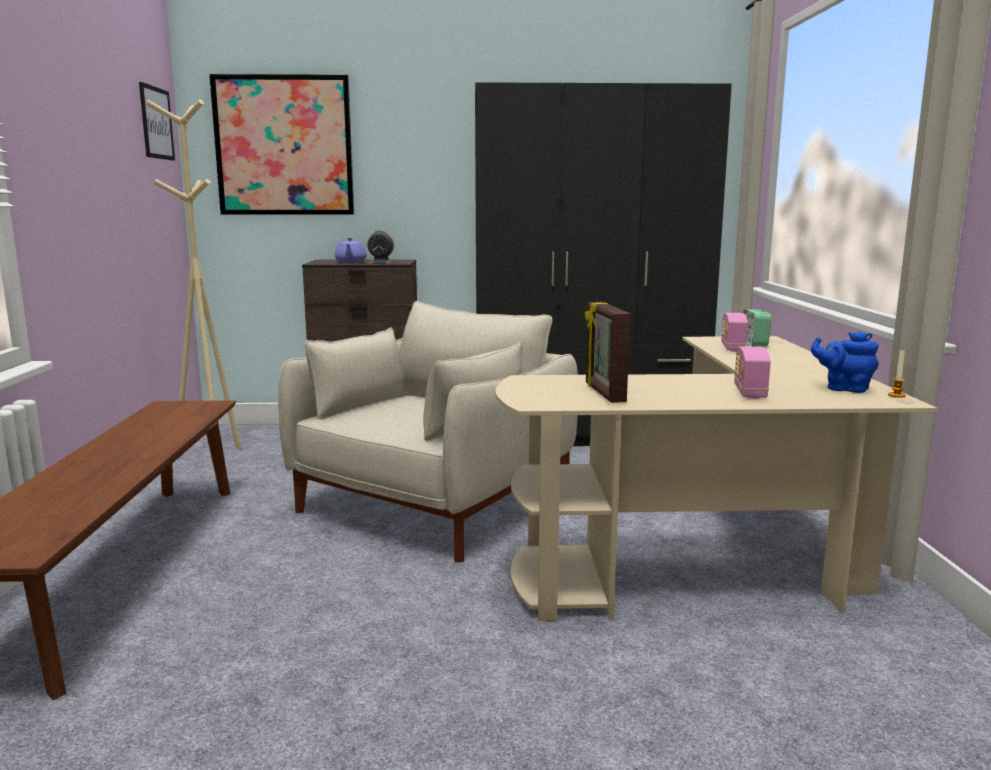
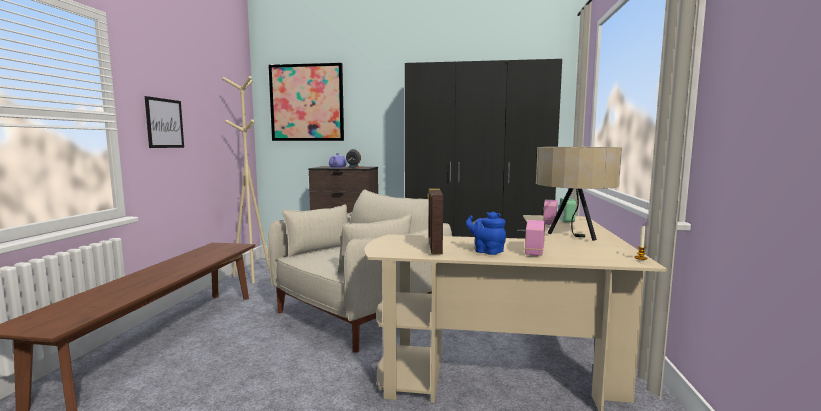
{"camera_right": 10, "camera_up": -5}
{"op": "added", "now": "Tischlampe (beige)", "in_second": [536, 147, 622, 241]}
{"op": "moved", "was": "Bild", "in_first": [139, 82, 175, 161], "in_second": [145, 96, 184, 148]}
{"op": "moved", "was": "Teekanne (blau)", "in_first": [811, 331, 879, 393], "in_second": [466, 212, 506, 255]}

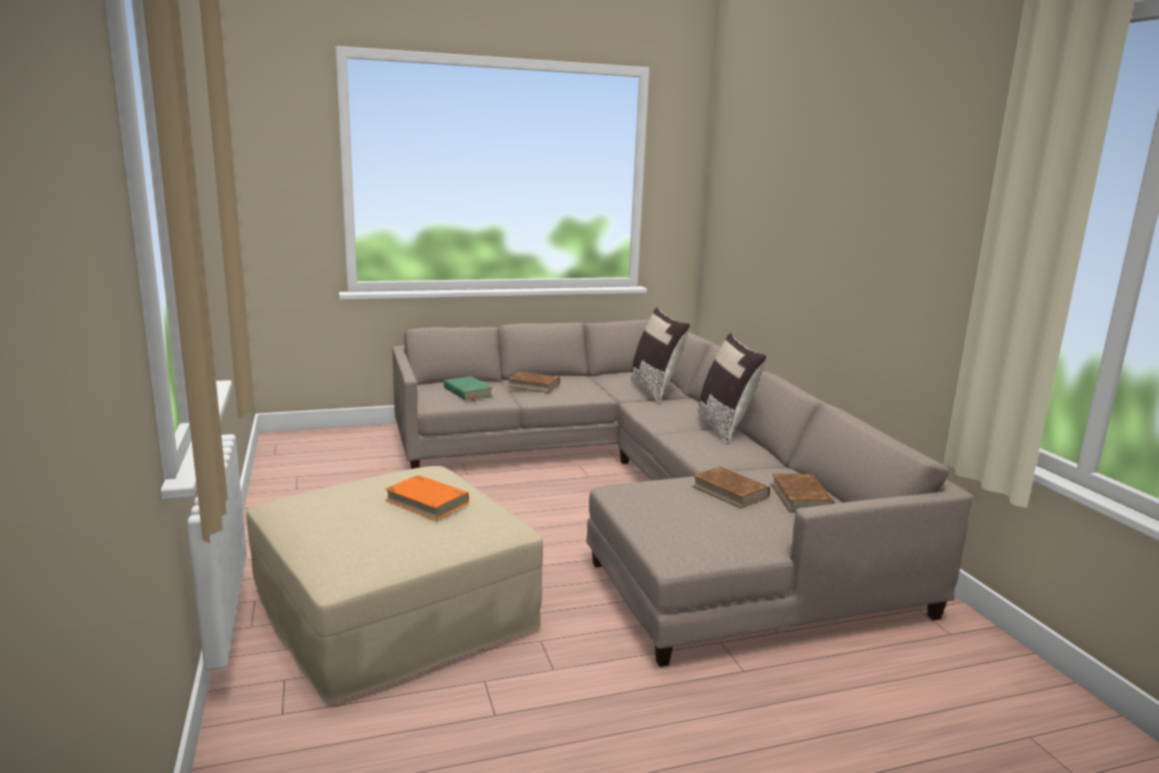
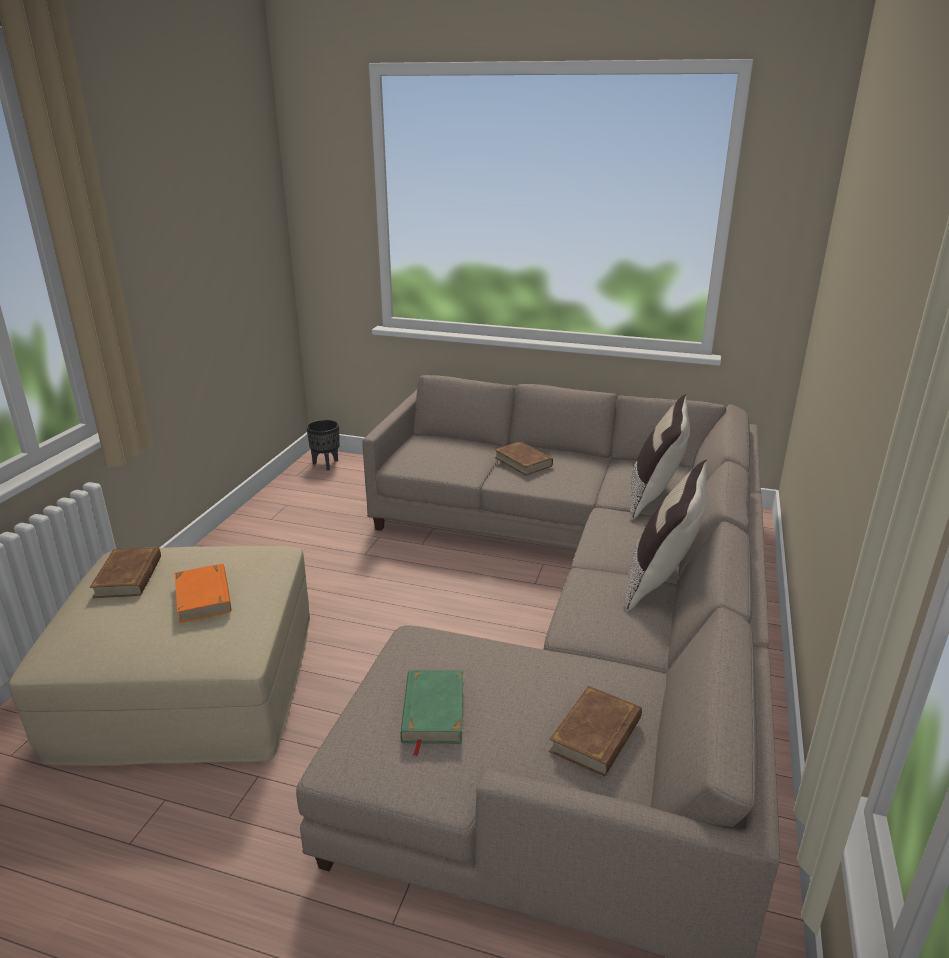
{"camera_right": 35, "camera_up": 10}
{"op": "added", "now": "Pflanzkübel (schwarz)", "in_second": [306, 420, 340, 470]}
{"op": "moved", "was": "Buch (grün)", "in_first": [444, 376, 493, 402], "in_second": [400, 670, 463, 756]}
{"op": "moved", "was": "Buch (braun)", "in_first": [692, 466, 770, 508], "in_second": [90, 547, 161, 598]}

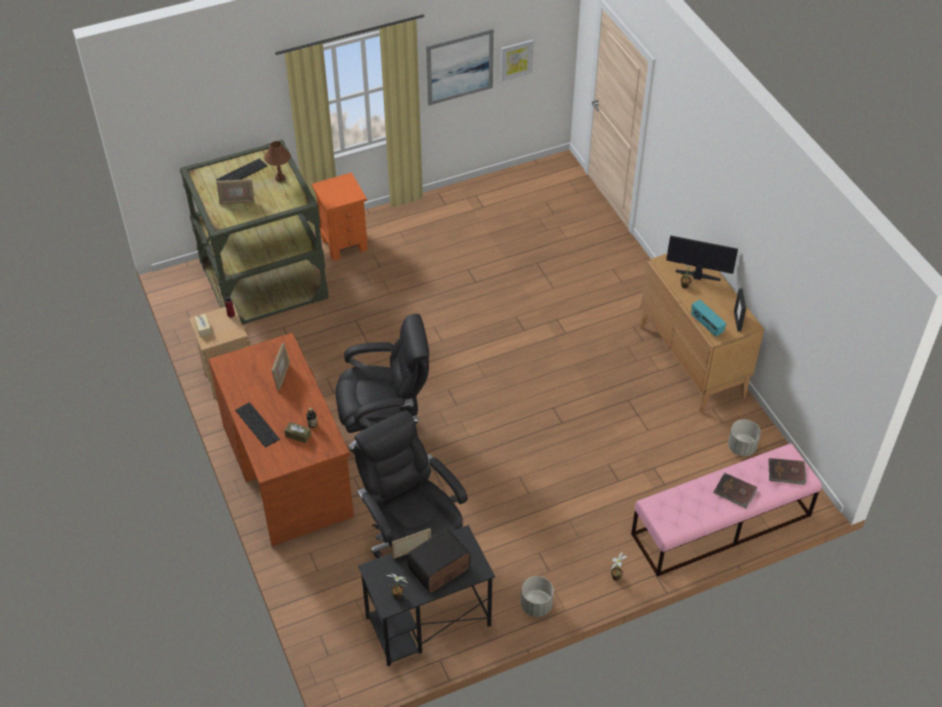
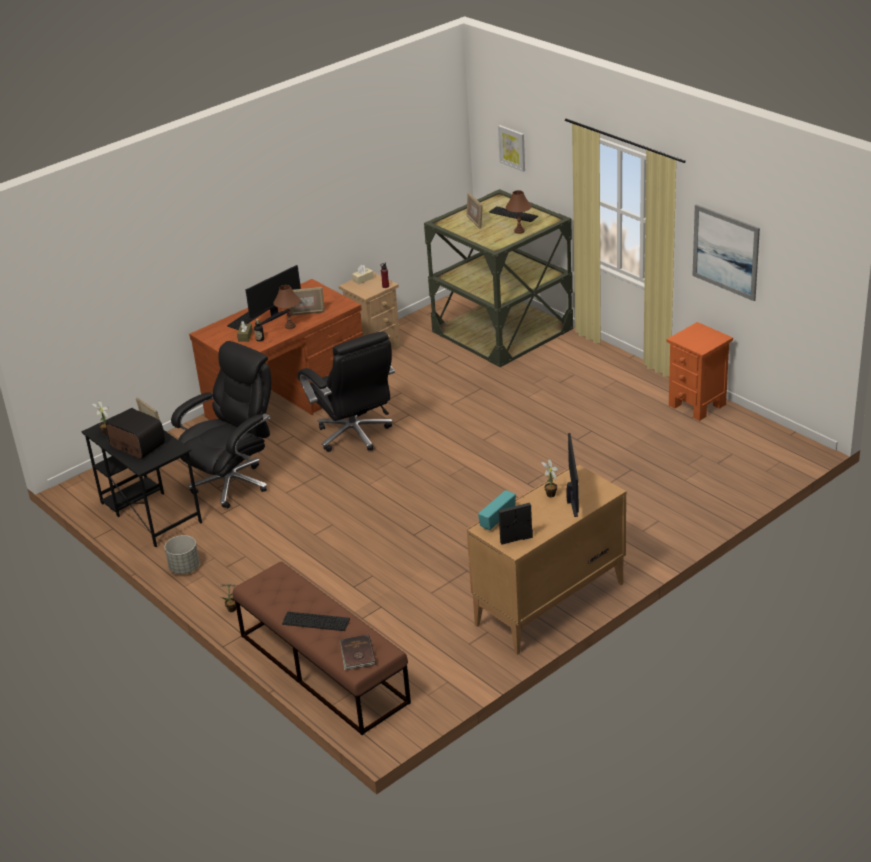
{"camera_right": 75, "camera_up": -15}
{"op": "removed", "was": "Pflanzkübel (grau)", "in_first": [728, 419, 761, 456]}
{"op": "added", "now": "Monitor", "in_second": [246, 265, 301, 325]}
{"op": "added", "now": "Tischlampe (braun)", "in_second": [274, 285, 300, 329]}
{"op": "moved", "was": "Nachttisch (orange)", "in_first": [312, 172, 368, 261], "in_second": [667, 322, 733, 421]}
{"op": "moved", "was": "Bild", "in_first": [501, 40, 533, 81], "in_second": [498, 125, 525, 172]}
{"op": "replaced", "was": "Buch (braun)", "now": "Tastatur", "in_first": [714, 473, 757, 508], "in_second": [282, 612, 350, 631]}
{"op": "recoloured", "was": "Bank (rosa)", "now": "Bank (braun)", "in_first": [631, 444, 821, 577], "in_second": [233, 562, 411, 735]}

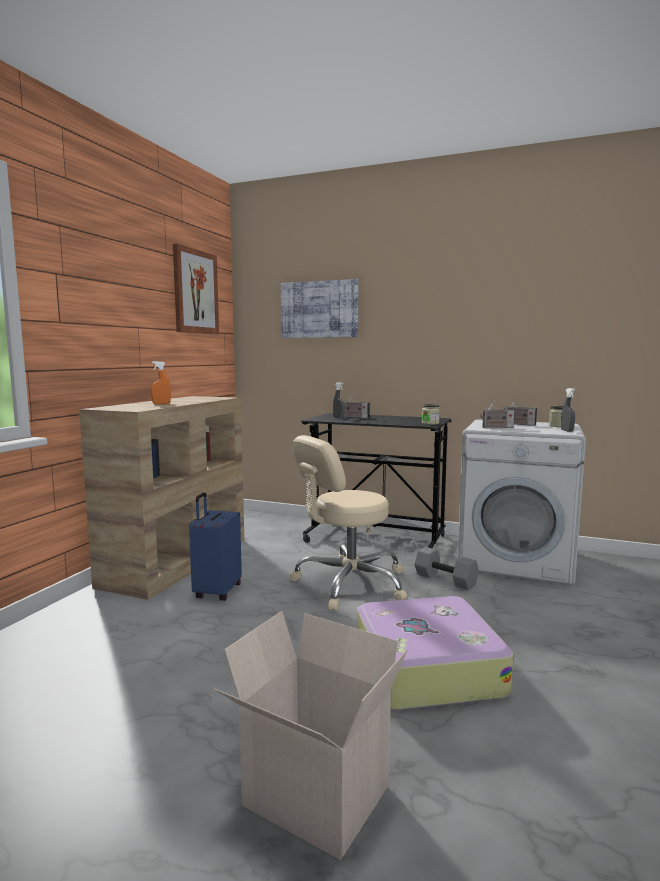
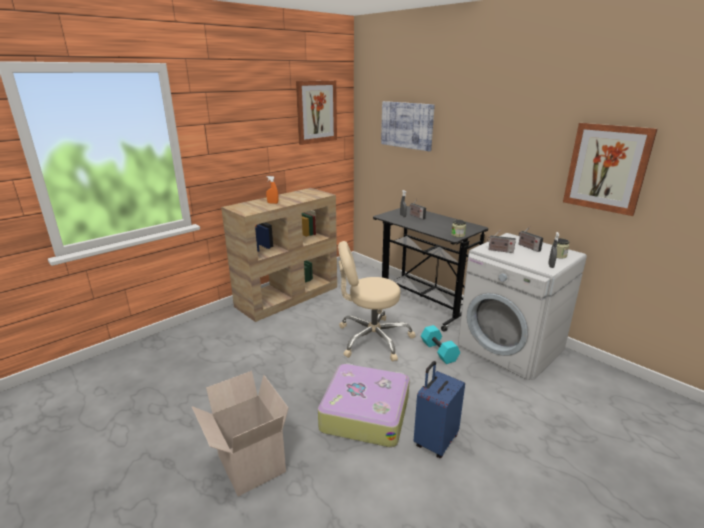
{"camera_right": 25, "camera_up": 15}
{"op": "added", "now": "Bild", "in_second": [563, 123, 658, 216]}
{"op": "moved", "was": "Koffer (blau)", "in_first": [189, 492, 242, 601], "in_second": [414, 361, 465, 458]}
{"op": "recoloured", "was": "Hantel (grau)", "now": "Hantel (türkis)", "in_first": [414, 547, 479, 590], "in_second": [421, 325, 460, 364]}

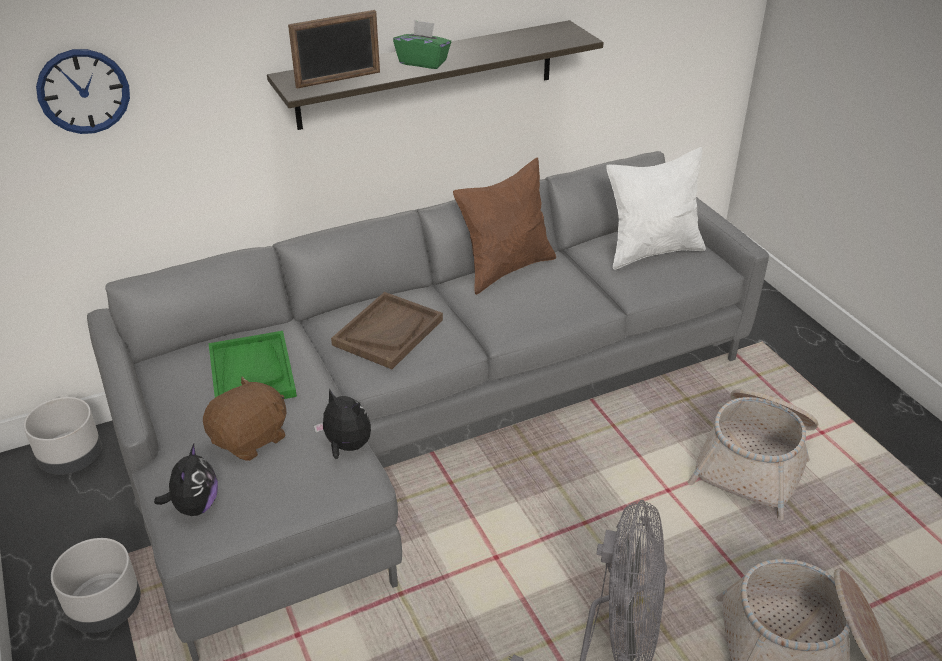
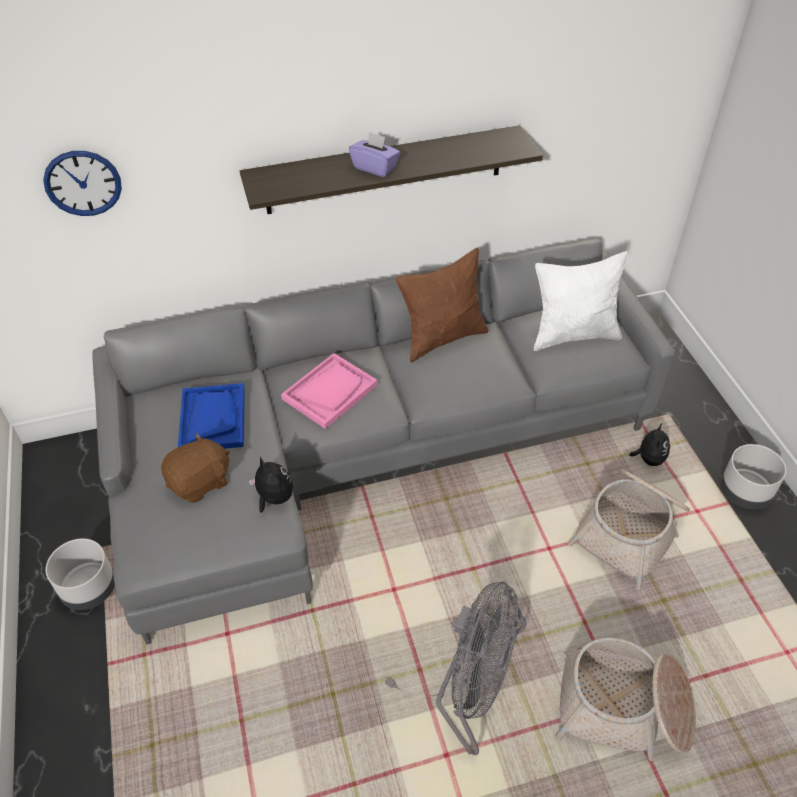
{"camera_right": 10, "camera_up": 10}
{"op": "removed", "was": "Bilderrahmen", "in_first": [288, 10, 380, 89]}
{"op": "moved", "was": "Pflanzkübel (grau)", "in_first": [24, 397, 102, 474], "in_second": [721, 444, 787, 509]}
{"op": "moved", "was": "Plüschtier", "in_first": [154, 444, 218, 516], "in_second": [630, 424, 670, 466]}
{"op": "recoloured", "was": "Tablett (grün)", "now": "Tablett (blau)", "in_first": [209, 331, 297, 399], "in_second": [178, 383, 245, 449]}
{"op": "recoloured", "was": "Tablett (braun)", "now": "Tablett (rosa)", "in_first": [331, 292, 443, 369], "in_second": [281, 353, 378, 429]}
{"op": "recoloured", "was": "Taschentuchbox (grün)", "now": "Taschentuchbox (lila)", "in_first": [393, 20, 451, 69], "in_second": [349, 131, 400, 177]}

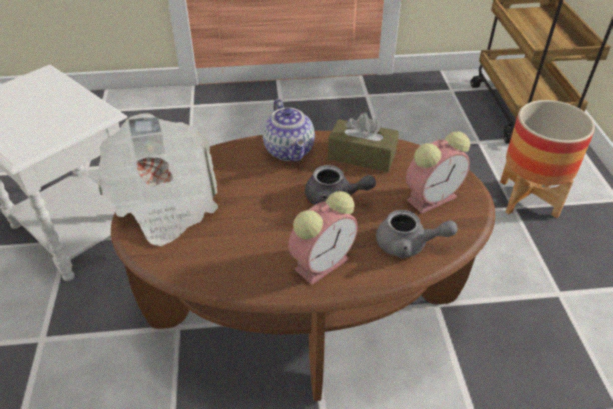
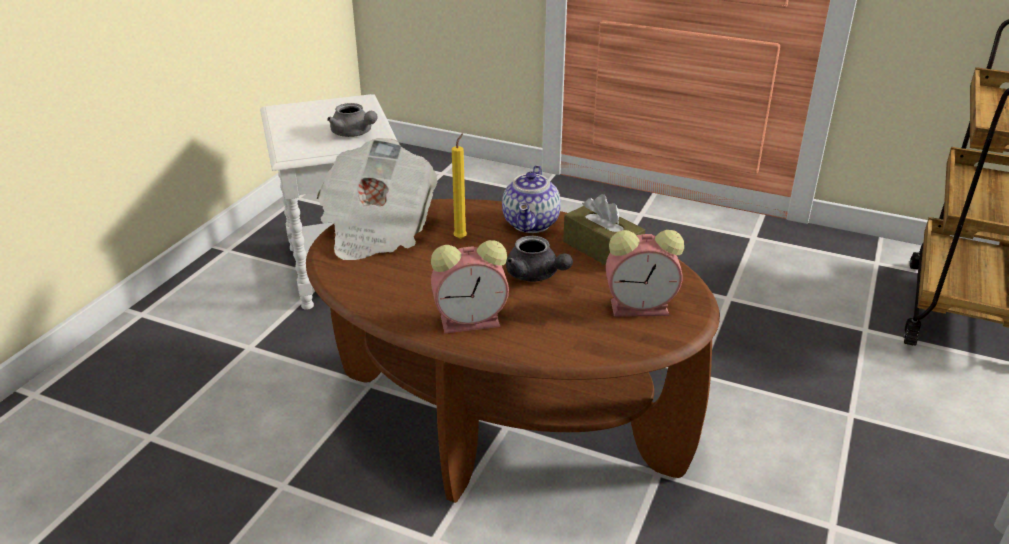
{"camera_right": 30, "camera_up": -10}
{"op": "removed", "was": "Pflanzkübel", "in_first": [500, 100, 595, 218]}
{"op": "added", "now": "Kerze (gelb)", "in_second": [452, 133, 467, 239]}
{"op": "moved", "was": "Teekanne (grau)", "in_first": [376, 210, 458, 258], "in_second": [327, 103, 378, 137]}

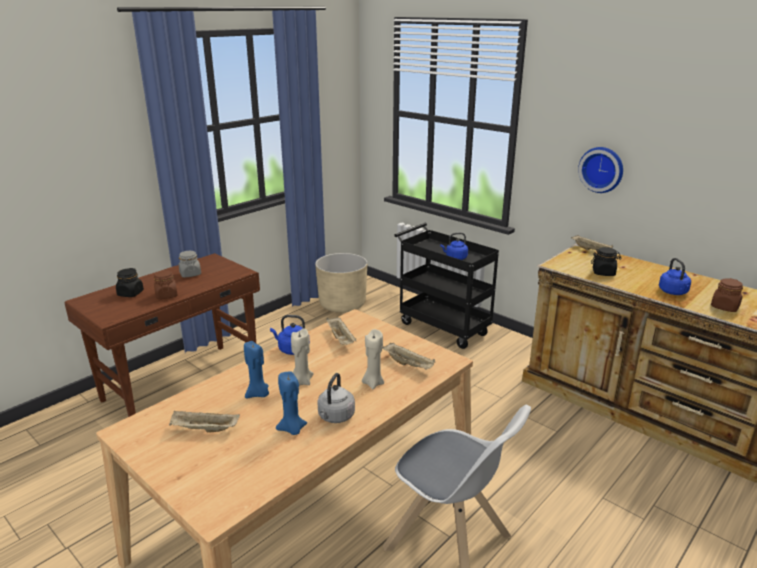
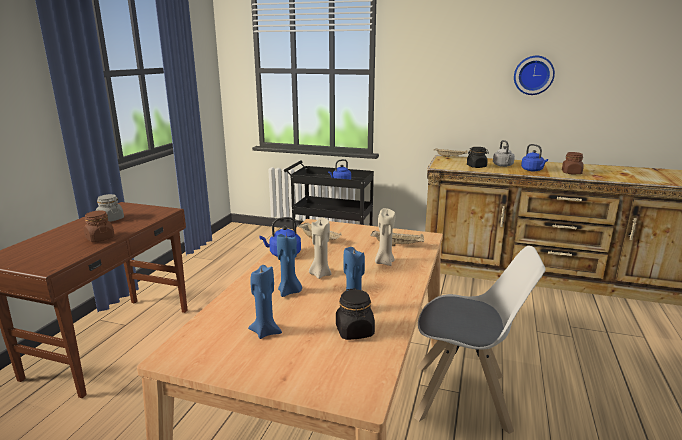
{"camera_right": -25, "camera_up": -5}
{"op": "removed", "was": "Pflanzkübel (beige)", "in_first": [315, 253, 367, 313]}
{"op": "moved", "was": "Vorratsglas (schwarz)", "in_first": [116, 268, 144, 297], "in_second": [336, 288, 375, 340]}
{"op": "moved", "was": "Wasserkessel (grau)", "in_first": [317, 373, 355, 423], "in_second": [493, 140, 515, 167]}
{"op": "moved", "was": "Wanduhr", "in_first": [578, 147, 623, 193], "in_second": [514, 56, 555, 95]}
{"op": "replaced", "was": "Tablett (beige)", "now": "Kerze (blau)", "in_first": [169, 411, 240, 432], "in_second": [248, 265, 282, 339]}

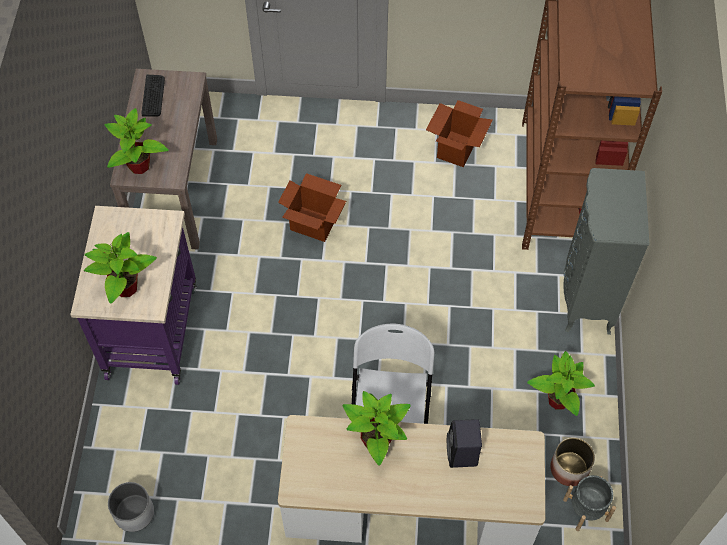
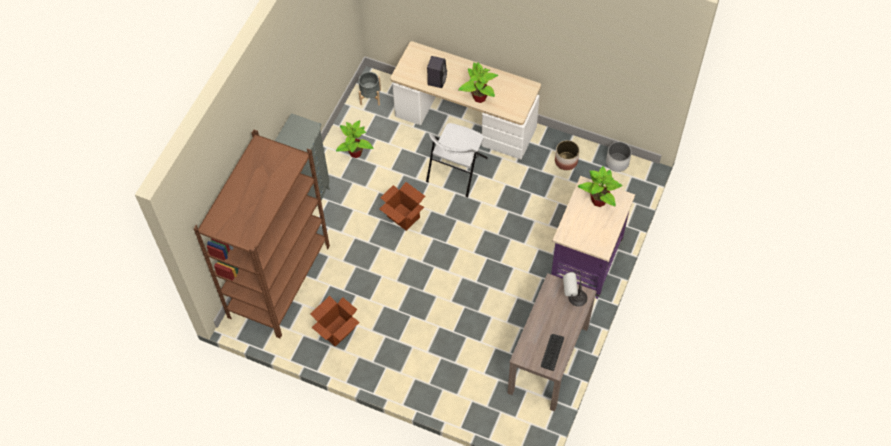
{"camera_right": -160, "camera_up": 0}
{"op": "moved", "was": "Karton", "in_first": [278, 173, 346, 242], "in_second": [379, 182, 425, 231]}
{"op": "moved", "was": "Pflanzkübel", "in_first": [550, 438, 595, 486], "in_second": [555, 140, 579, 170]}
{"op": "replaced", "was": "Topfpflanze", "now": "Tischlampe", "in_first": [105, 108, 169, 174], "in_second": [563, 271, 588, 307]}

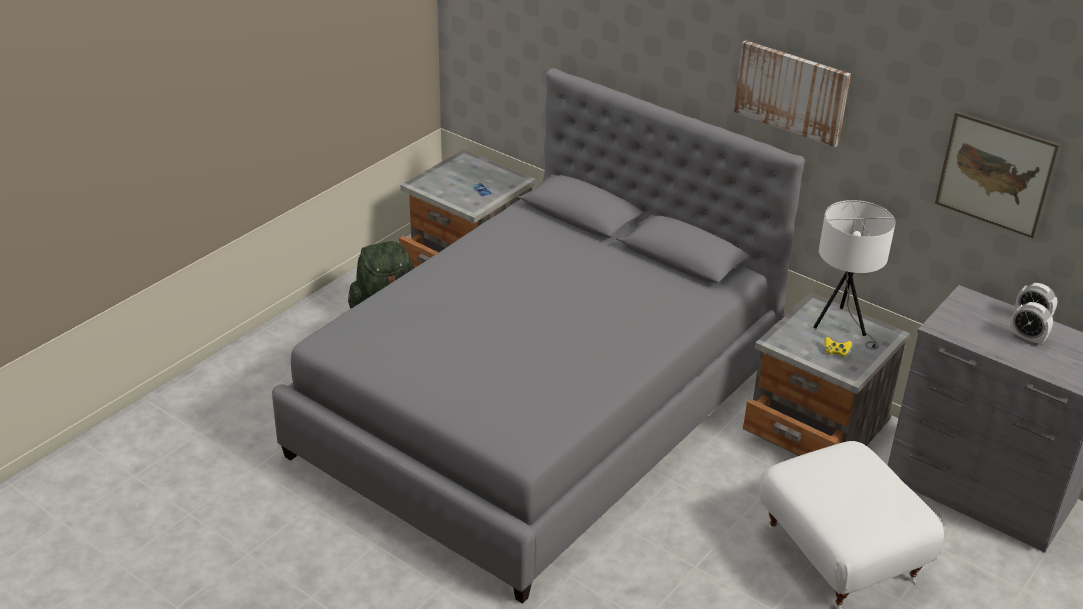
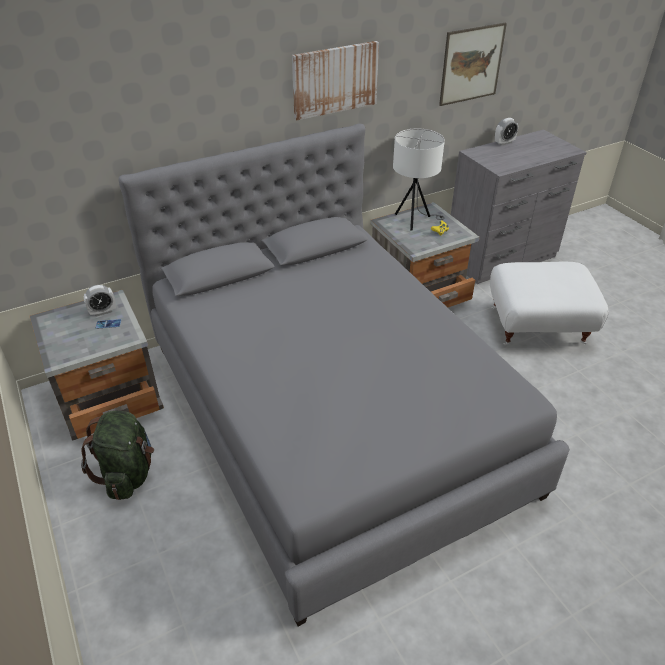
{"camera_right": -65, "camera_up": 5}
{"op": "moved", "was": "Wecker", "in_first": [1010, 302, 1053, 346], "in_second": [84, 285, 116, 317]}

